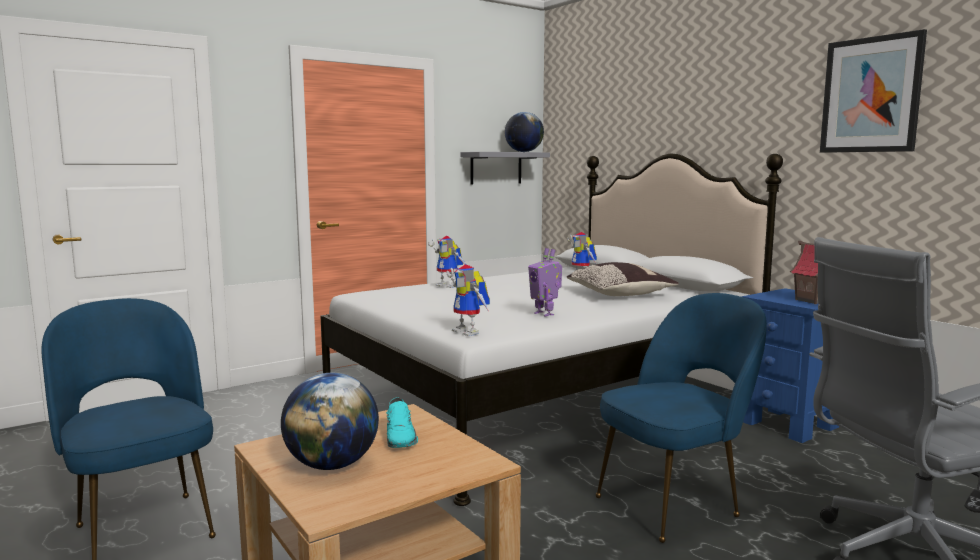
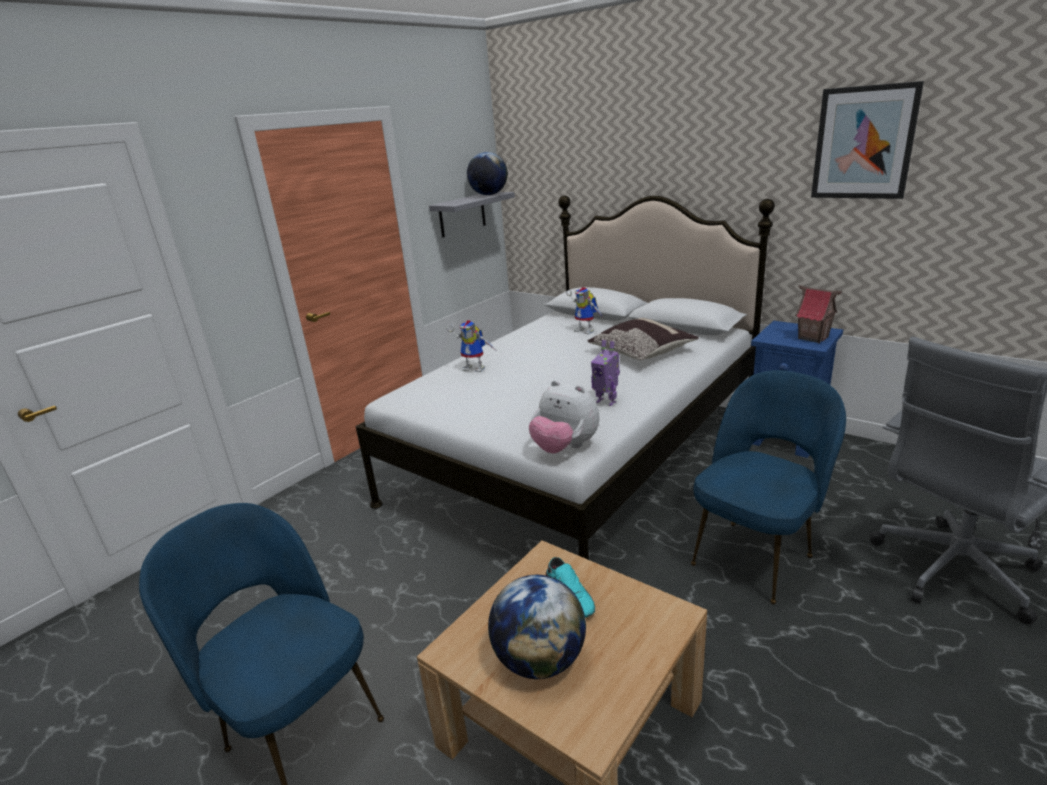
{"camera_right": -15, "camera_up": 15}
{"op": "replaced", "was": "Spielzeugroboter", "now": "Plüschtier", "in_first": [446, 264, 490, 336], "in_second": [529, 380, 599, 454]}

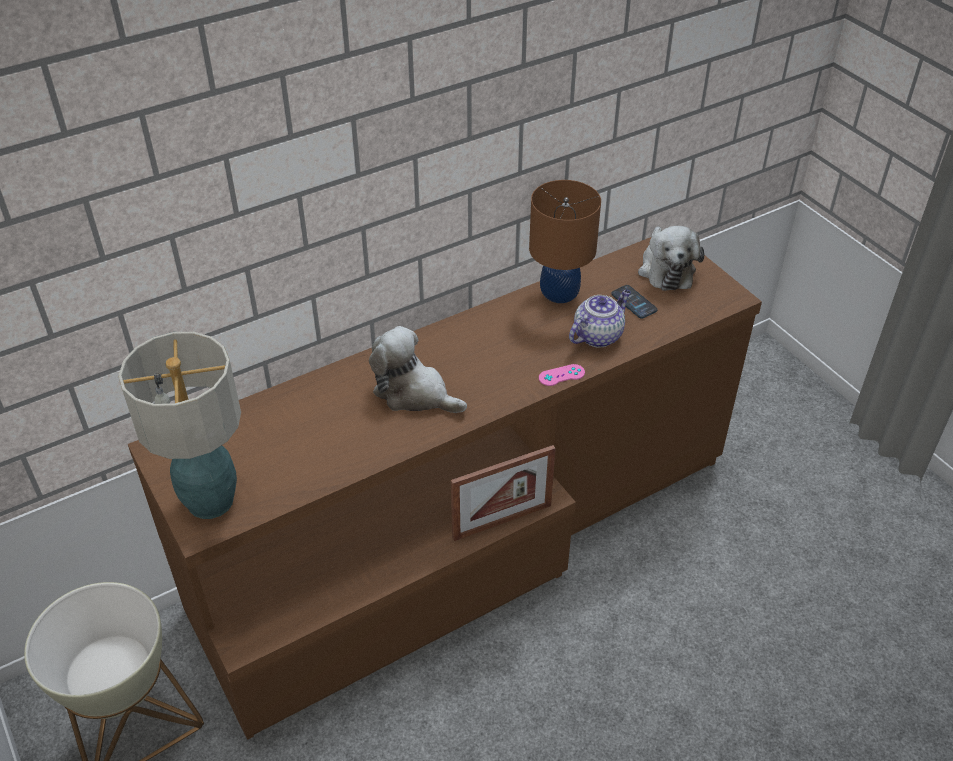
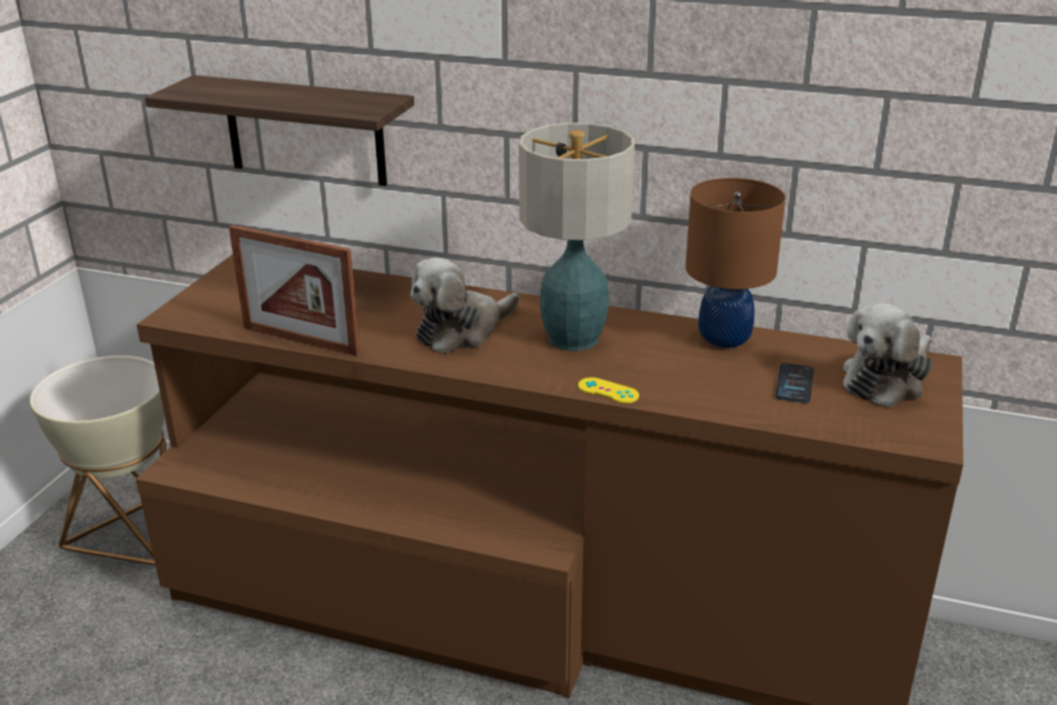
{"camera_right": 50, "camera_up": -15}
{"op": "removed", "was": "Teekanne", "in_first": [569, 290, 631, 348]}
{"op": "added", "now": "Wandregal", "in_second": [145, 75, 414, 186]}
{"op": "moved", "was": "Tischlampe", "in_first": [118, 332, 241, 519], "in_second": [519, 123, 635, 351]}
{"op": "moved", "was": "Bilderrahmen", "in_first": [451, 445, 556, 541], "in_second": [229, 225, 360, 356]}
{"op": "recoloured", "was": "Gamepad (rosa)", "now": "Gamepad (gelb)", "in_first": [539, 364, 585, 386], "in_second": [578, 377, 639, 403]}
{"op": "turned", "was": "Plüschtier", "in_first": [369, 326, 467, 413], "in_second": [410, 258, 520, 354], "clockwise": -120}

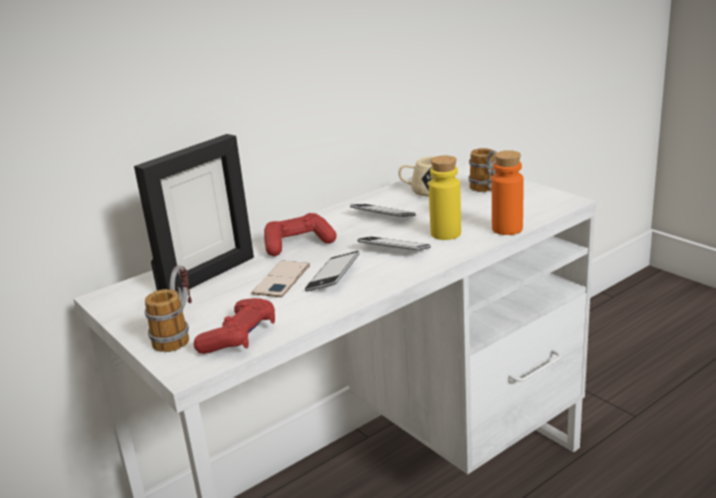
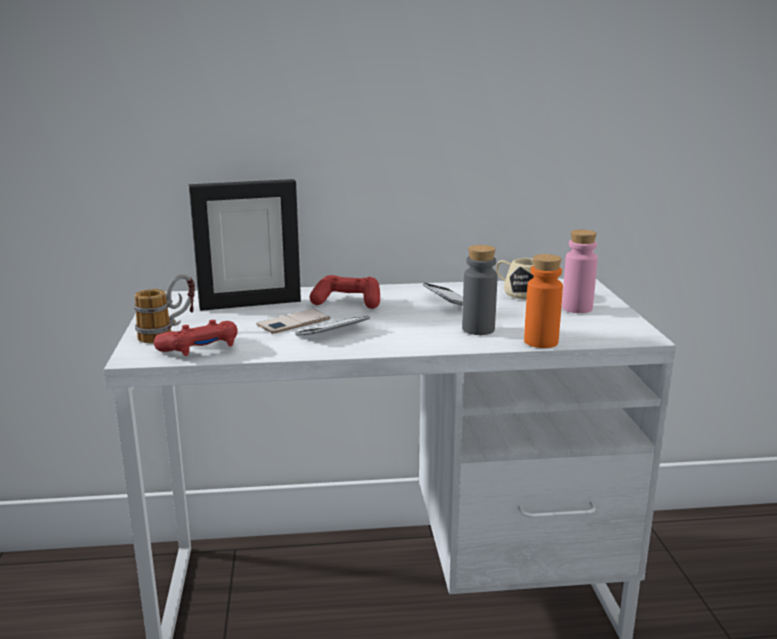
{"camera_right": 30, "camera_up": -5}
{"op": "removed", "was": "Handy", "in_first": [357, 237, 431, 250]}
{"op": "replaced", "was": "Henkelbecher", "now": "Flasche (rosa)", "in_first": [468, 148, 497, 192], "in_second": [562, 229, 598, 313]}
{"op": "recoloured", "was": "Flasche (gelb)", "now": "Flasche (grau)", "in_first": [429, 155, 461, 240], "in_second": [462, 245, 498, 335]}

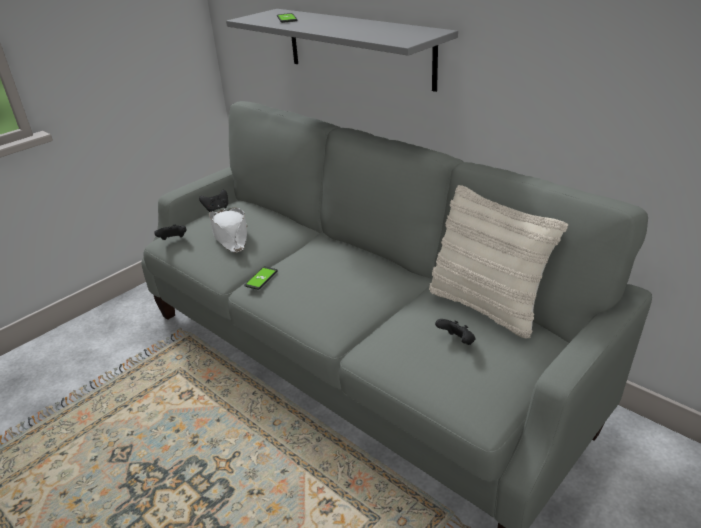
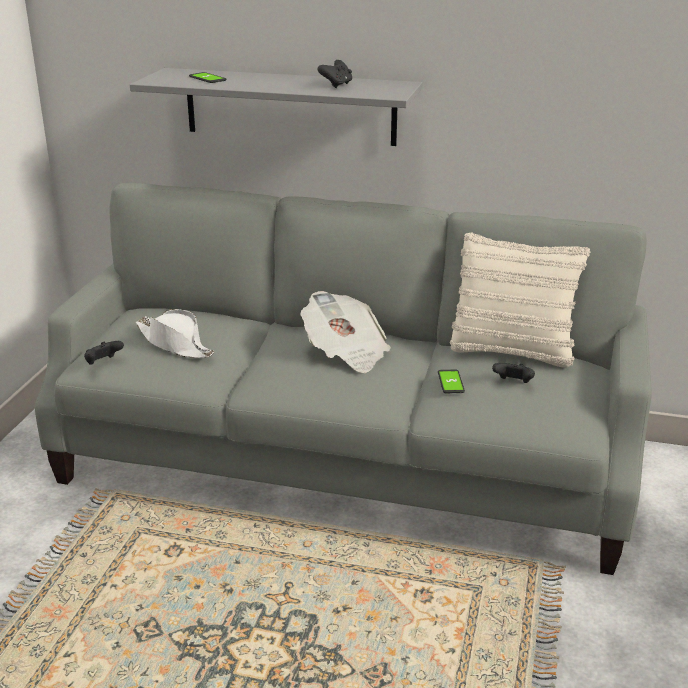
{"camera_right": -30, "camera_up": -5}
{"op": "added", "now": "Zeitung", "in_second": [301, 291, 391, 373]}
{"op": "moved", "was": "Gamepad (schwarz)", "in_first": [199, 190, 228, 212], "in_second": [317, 60, 352, 88]}
{"op": "moved", "was": "Handy", "in_first": [244, 267, 278, 290], "in_second": [438, 369, 465, 393]}

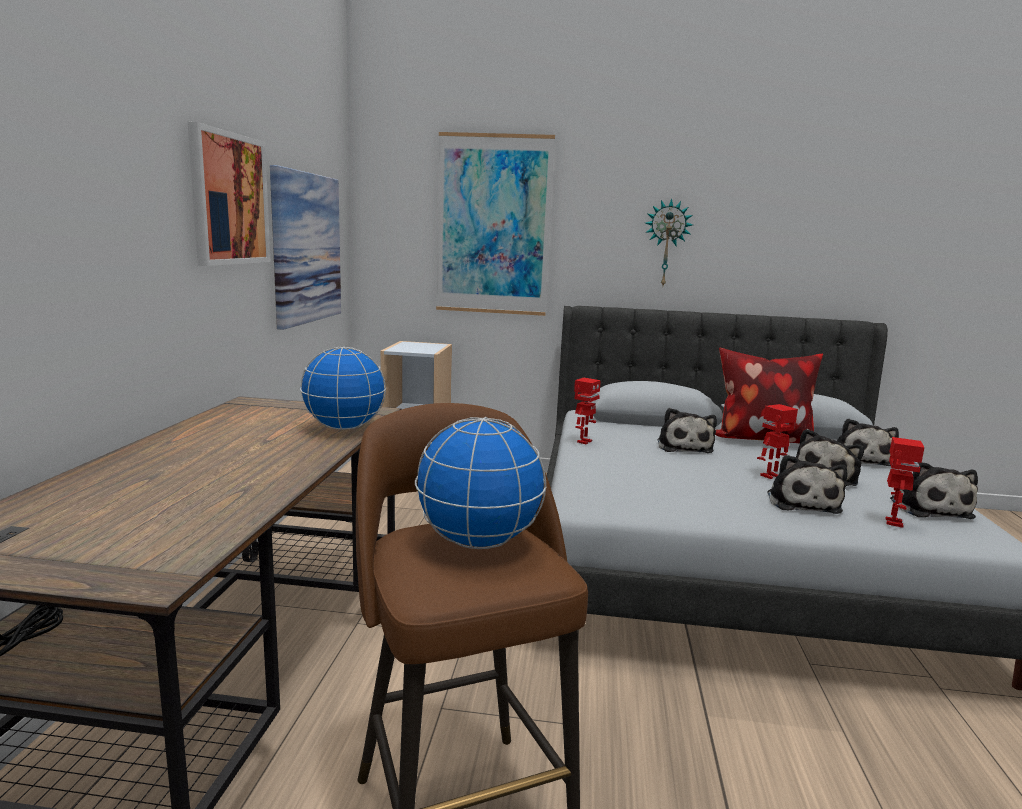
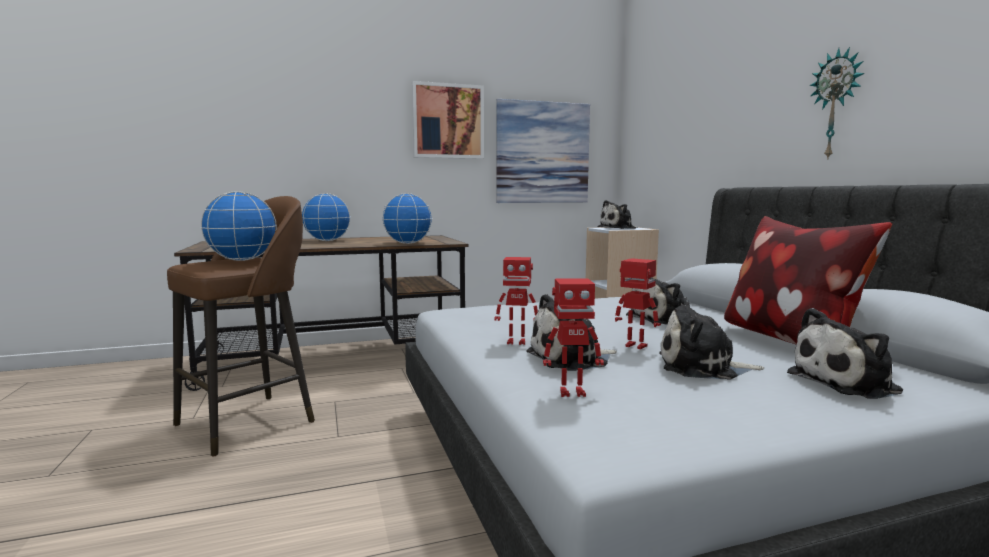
{"camera_right": 65, "camera_up": -5}
{"op": "removed", "was": "Bild", "in_first": [436, 132, 555, 316]}
{"op": "added", "now": "Globus", "in_second": [302, 193, 350, 241]}
{"op": "moved", "was": "Spielzeugroboter", "in_first": [574, 378, 601, 444], "in_second": [494, 257, 538, 345]}
{"op": "moved", "was": "Plüschtier", "in_first": [890, 462, 978, 519], "in_second": [598, 200, 638, 229]}

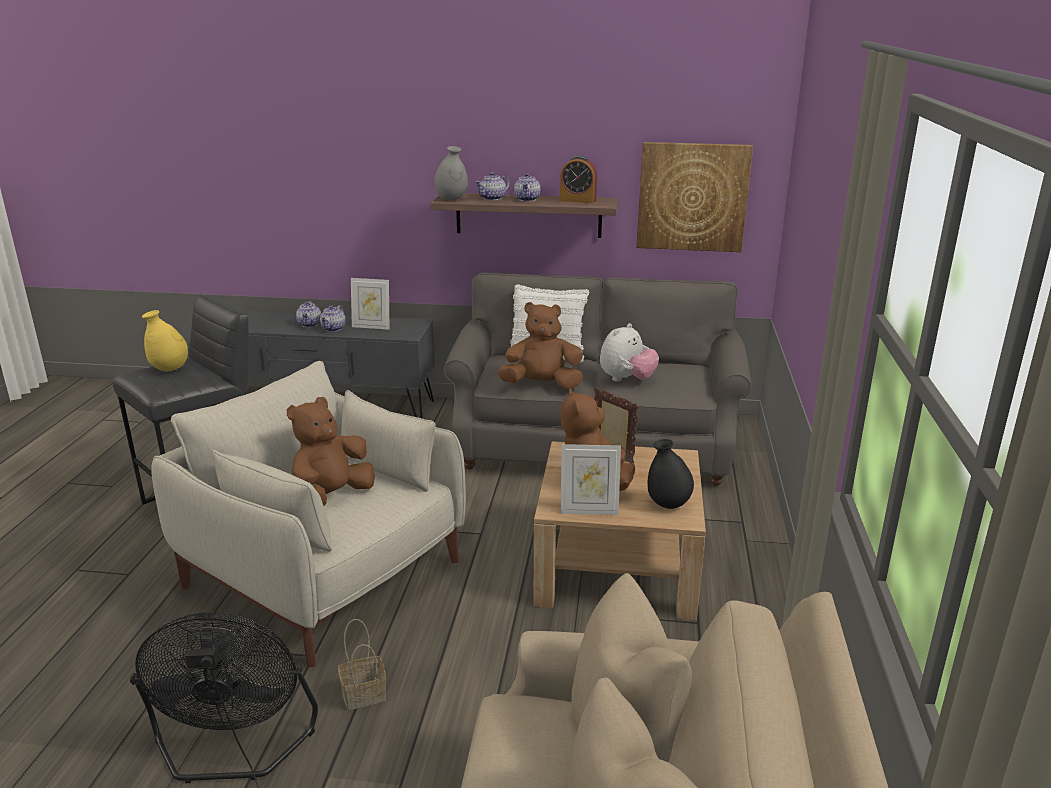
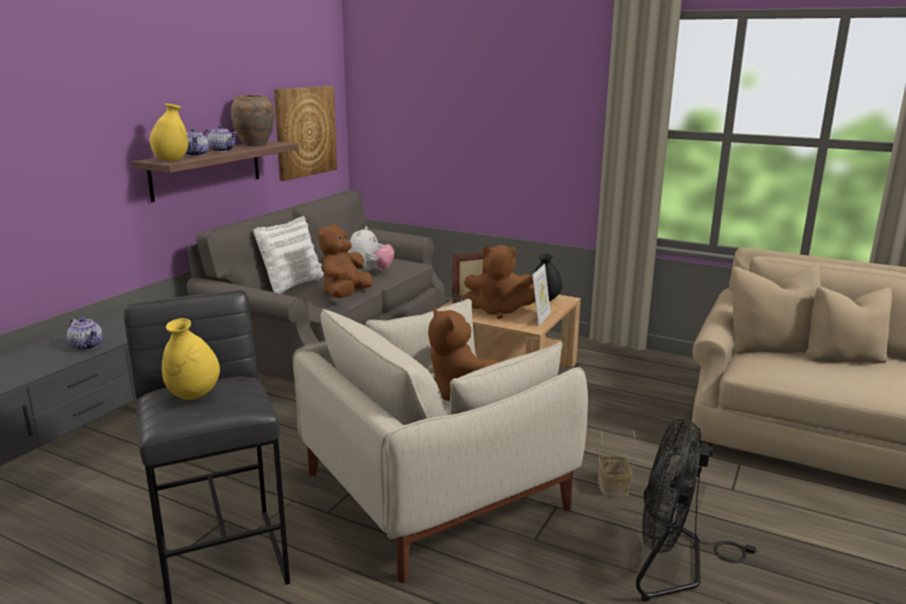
{"camera_right": -70, "camera_up": -5}
{"op": "removed", "was": "Teekanne", "in_first": [296, 301, 321, 327]}
{"op": "removed", "was": "Bilderrahmen", "in_first": [351, 278, 389, 330]}
{"op": "replaced", "was": "Wecker", "now": "Vase (braun)", "in_first": [560, 156, 597, 203], "in_second": [231, 95, 275, 146]}
{"op": "recoloured", "was": "Vase (grau)", "now": "Vase (gelb)", "in_first": [434, 146, 468, 201], "in_second": [150, 104, 188, 161]}
{"op": "turned", "was": "Plüschtier", "in_first": [600, 323, 659, 382], "in_second": [348, 226, 394, 272], "clockwise": 45}

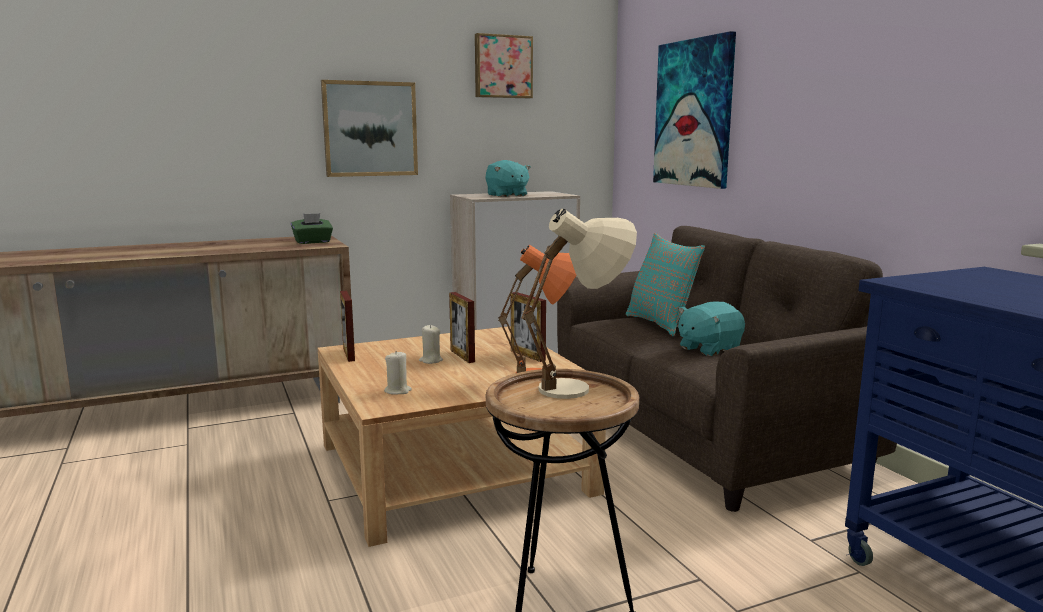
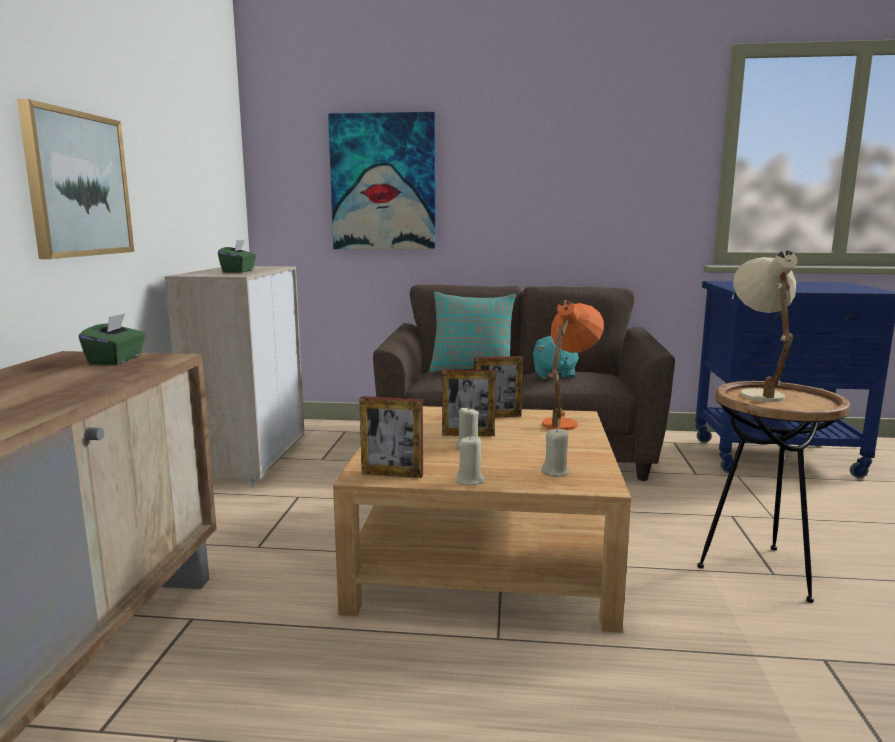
{"camera_right": -60, "camera_up": 0}
{"op": "removed", "was": "Bild", "in_first": [475, 33, 533, 98]}
{"op": "added", "now": "Kerze (beige)", "in_second": [456, 435, 485, 485]}
{"op": "replaced", "was": "Plüschtier (türkis)", "now": "Taschentuchbox (grün)", "in_first": [485, 160, 531, 197], "in_second": [218, 240, 256, 272]}

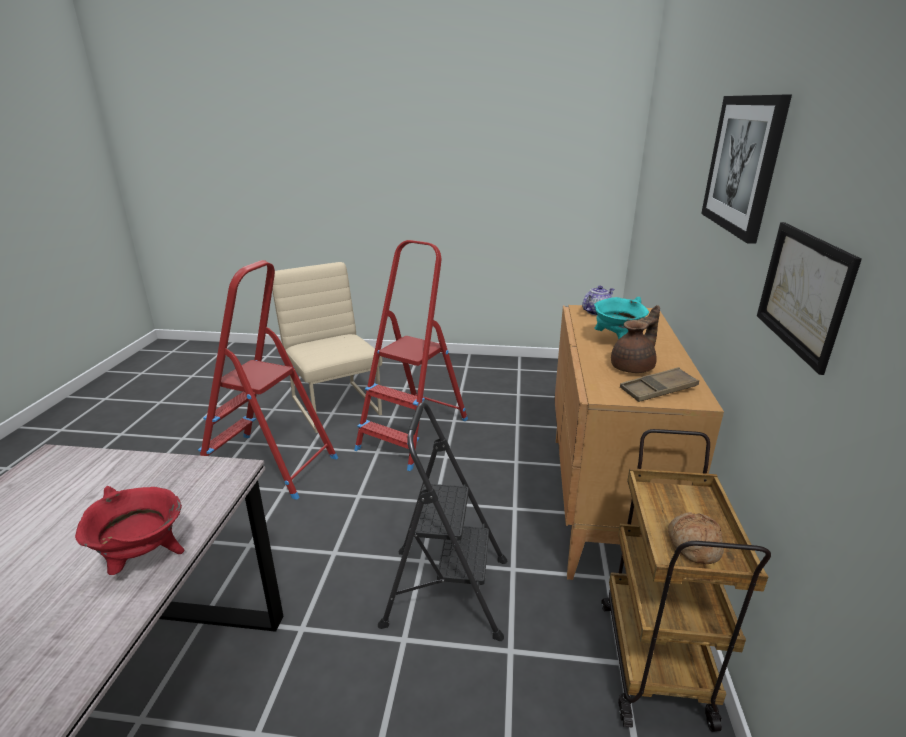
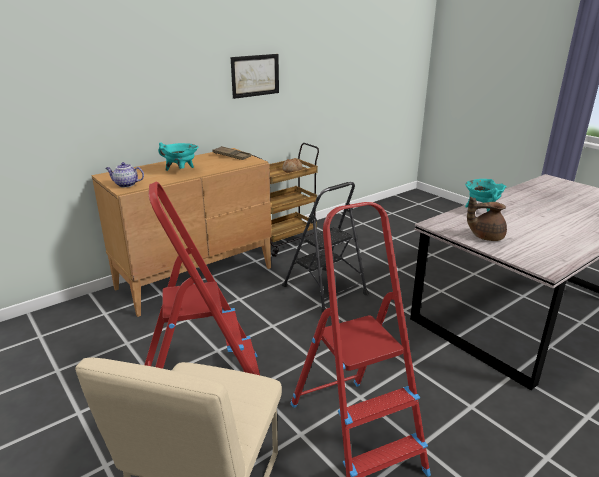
{"camera_right": -135, "camera_up": 0}
{"op": "removed", "was": "Bild", "in_first": [701, 95, 792, 244]}
{"op": "moved", "was": "Teekanne (braun)", "in_first": [611, 305, 660, 373], "in_second": [467, 196, 507, 241]}
{"op": "recoloured", "was": "Kochtopf (rot)", "now": "Kochtopf (türkis)", "in_first": [75, 486, 185, 575], "in_second": [465, 179, 507, 212]}

